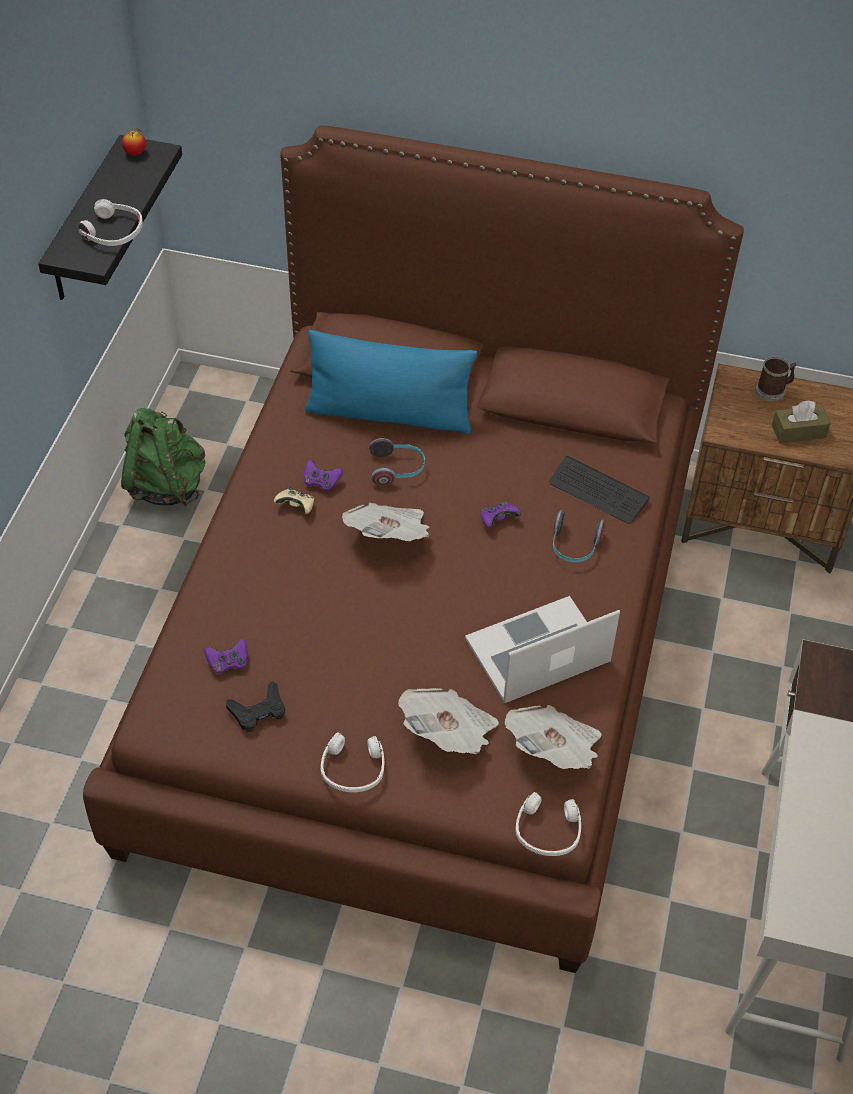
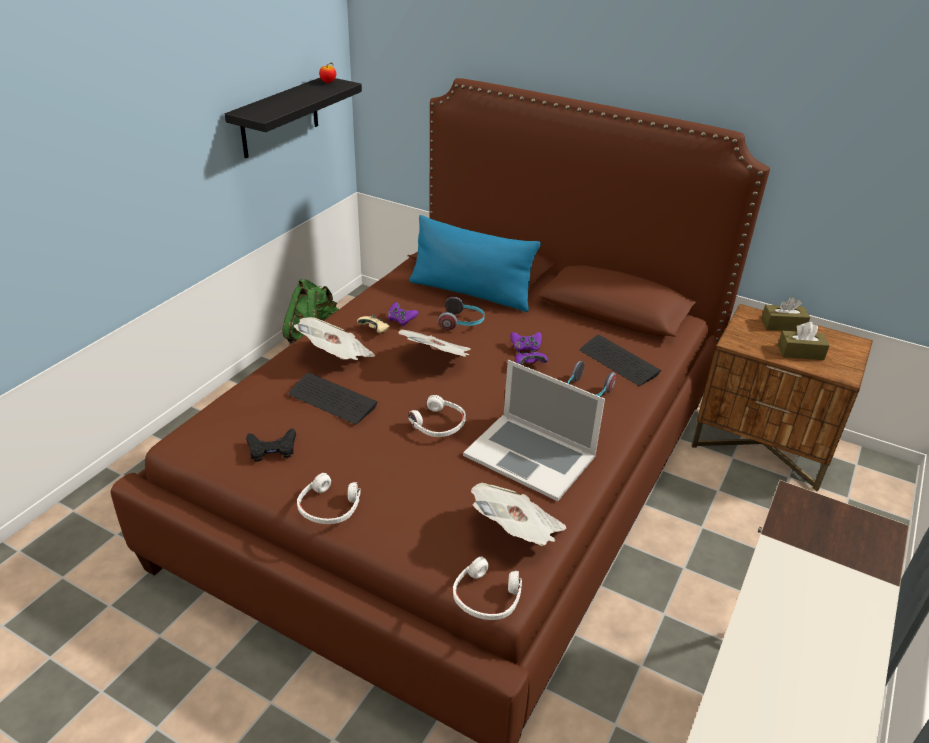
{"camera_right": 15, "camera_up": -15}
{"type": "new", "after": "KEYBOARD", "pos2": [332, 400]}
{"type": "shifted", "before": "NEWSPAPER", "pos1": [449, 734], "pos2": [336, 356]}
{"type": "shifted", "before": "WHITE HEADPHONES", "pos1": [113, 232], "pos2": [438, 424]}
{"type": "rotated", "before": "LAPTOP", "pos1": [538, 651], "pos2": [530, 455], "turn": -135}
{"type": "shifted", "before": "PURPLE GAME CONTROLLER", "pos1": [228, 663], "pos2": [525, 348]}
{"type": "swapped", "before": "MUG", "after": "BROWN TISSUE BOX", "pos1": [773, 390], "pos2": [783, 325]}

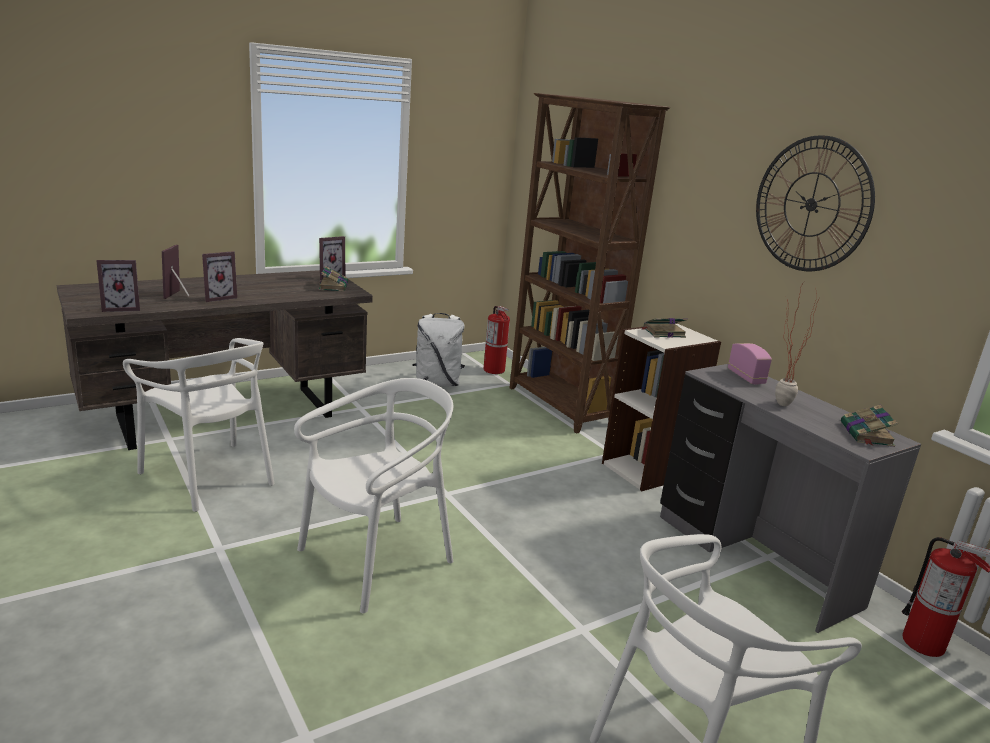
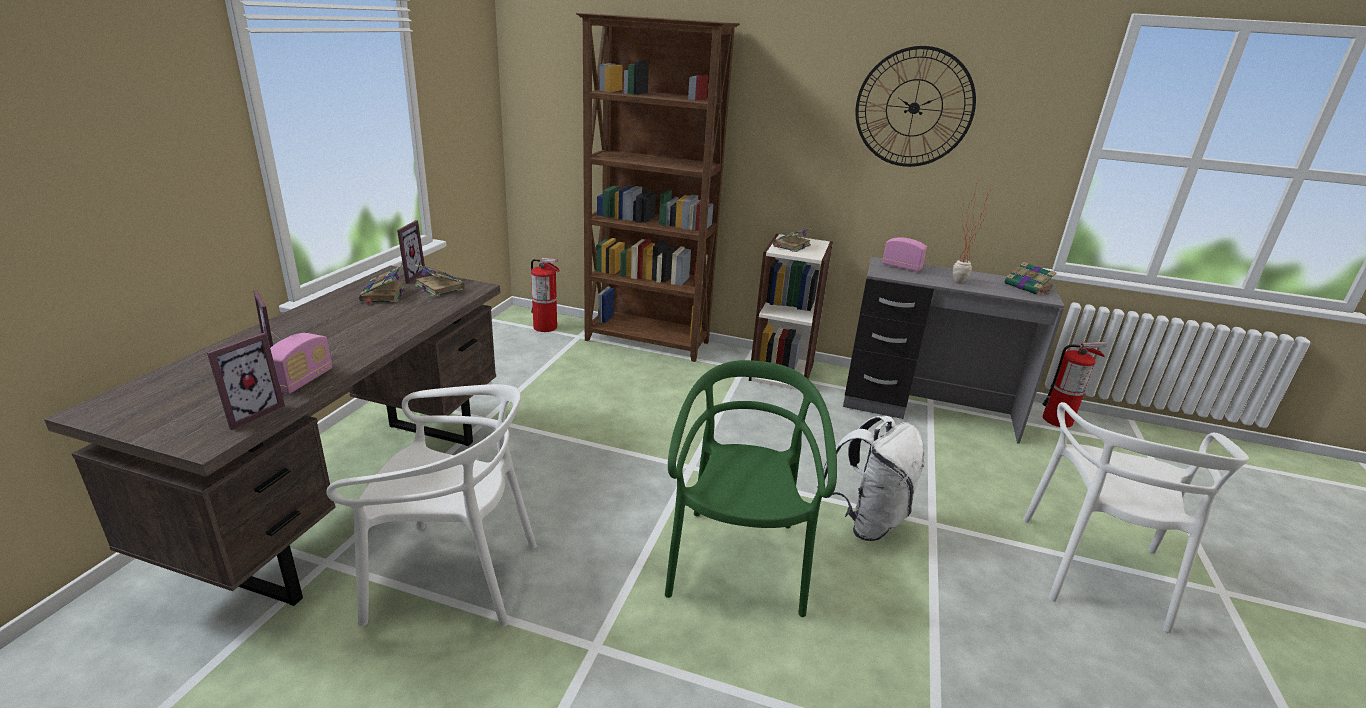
{"camera_right": -40, "camera_up": 5}
{"type": "new", "after": "RADIO", "pos2": [302, 381]}
{"type": "new", "after": "BOOK", "pos2": [383, 295]}
{"type": "repainted", "before": "WHITE CHAIR", "after": "GREEN CHAIR", "pos1": [376, 560], "pos2": [738, 562]}
{"type": "shifted", "before": "WHITE BACKPACK", "pos1": [437, 383], "pos2": [866, 521]}
{"type": "gone", "before": "PICTURE FRAME", "pos1": [218, 297]}

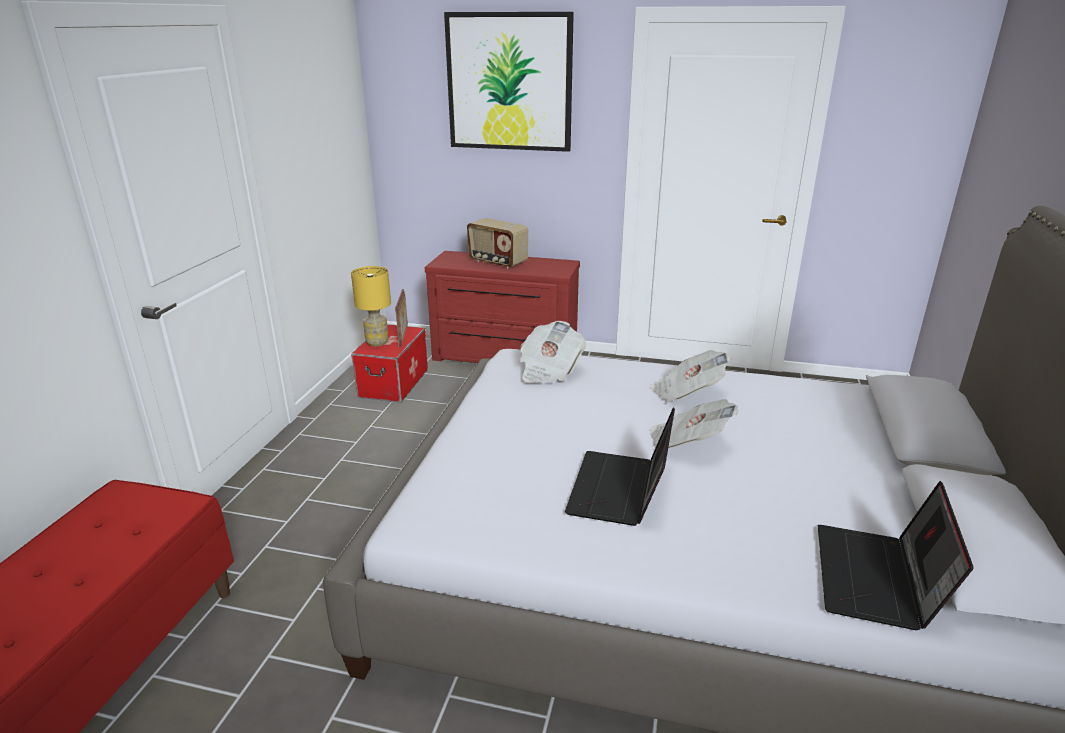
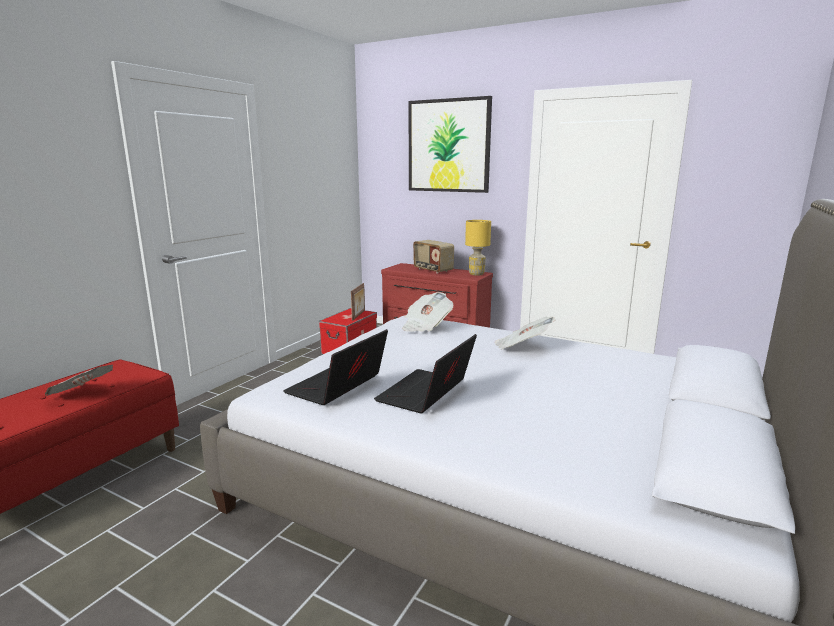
{"camera_right": 15, "camera_up": -10}
{"type": "shifted", "before": "NEWSPAPER", "pos1": [688, 443], "pos2": [82, 396]}
{"type": "shifted", "before": "LAPTOP", "pos1": [878, 580], "pos2": [337, 387]}
{"type": "shifted", "before": "YELLOW TABLE LAMP", "pos1": [377, 343], "pos2": [476, 274]}

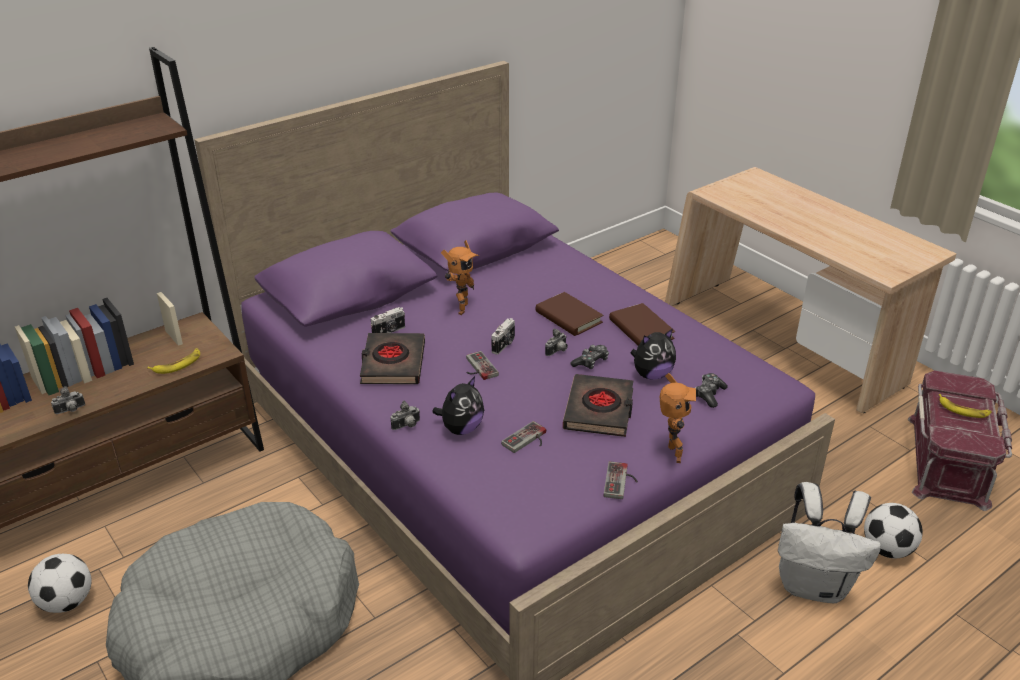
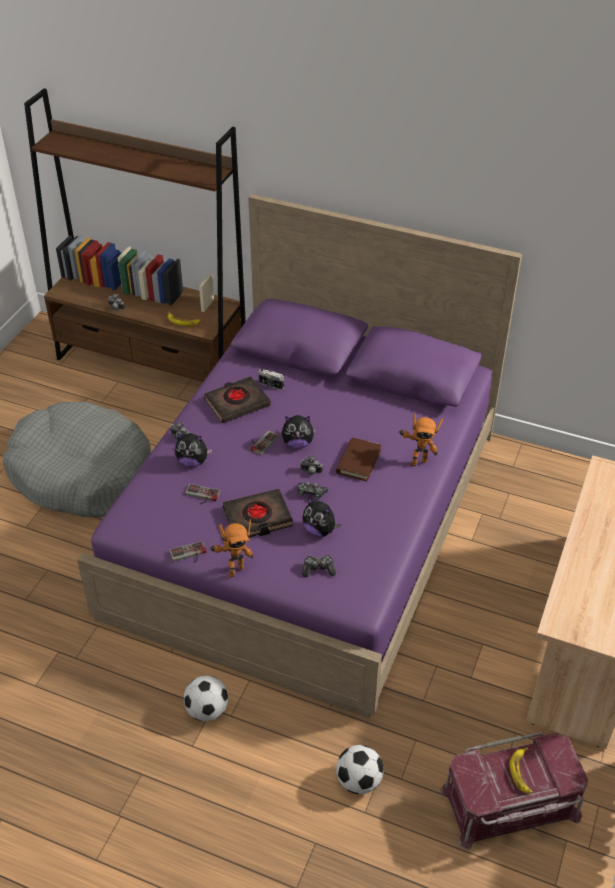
{"camera_right": 60, "camera_up": 10}
{"type": "shifted", "before": "FOOTBALL", "pos1": [67, 602], "pos2": [207, 710]}
{"type": "swapped", "before": "PHOTO CAMERA", "after": "PLUSH TOY", "pos1": [504, 345], "pos2": [297, 443]}
{"type": "shifted", "before": "TOY ROBOT", "pos1": [459, 309], "pos2": [417, 461]}
{"type": "gone", "before": "BROWN BOOK", "pos1": [641, 329]}
{"type": "gone", "before": "WHITE BACKPACK", "pos1": [814, 585]}

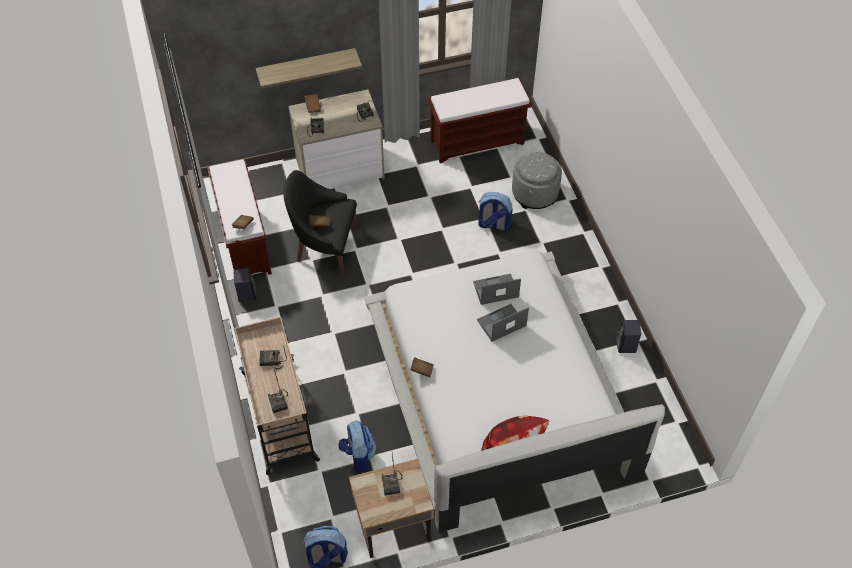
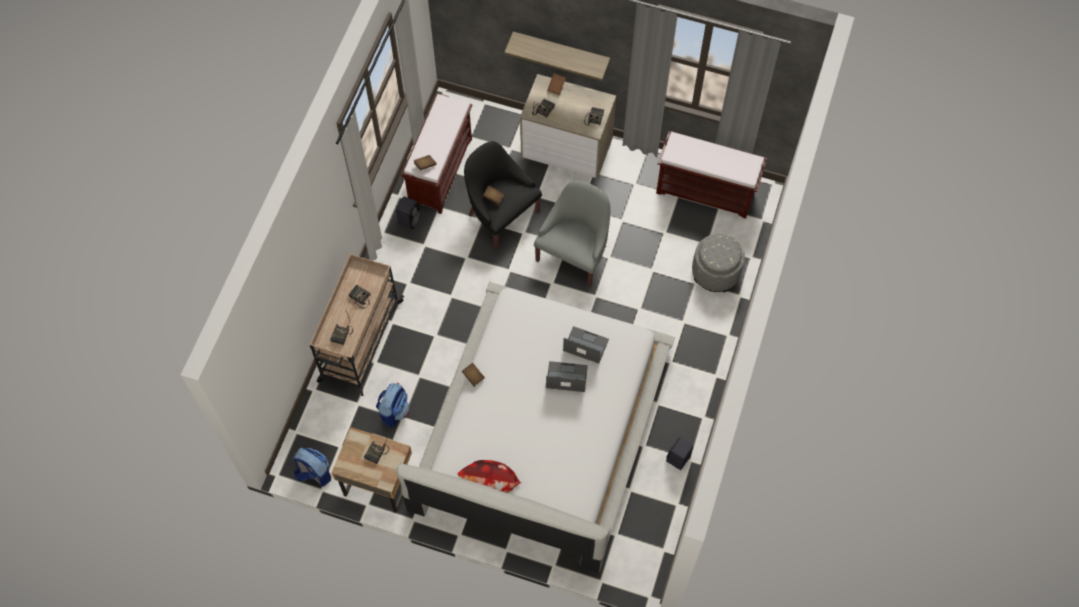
{"camera_right": 35, "camera_up": 10}
{"type": "new", "after": "GREY ARMCHAIR", "pos2": [575, 254]}
{"type": "gone", "before": "BACKPACK", "pos1": [493, 225]}

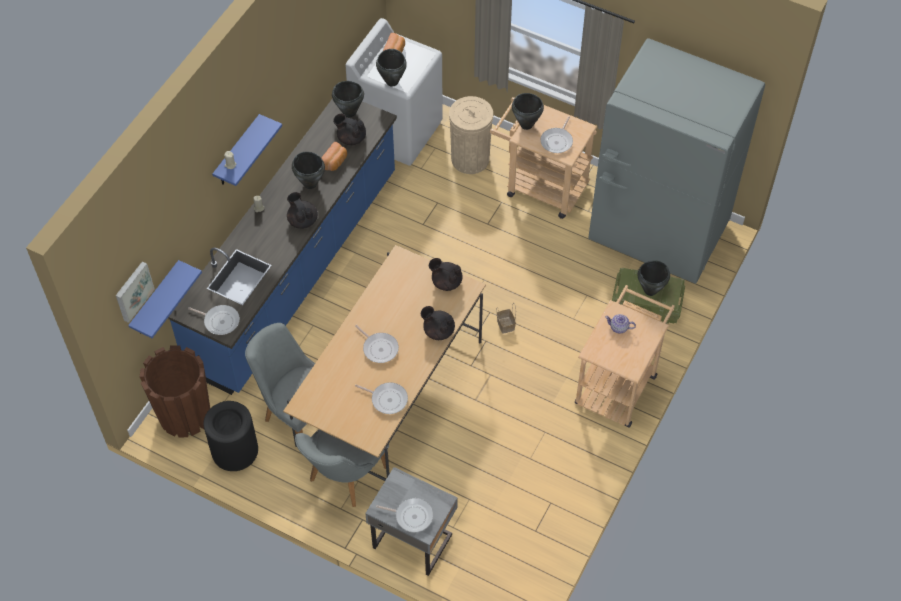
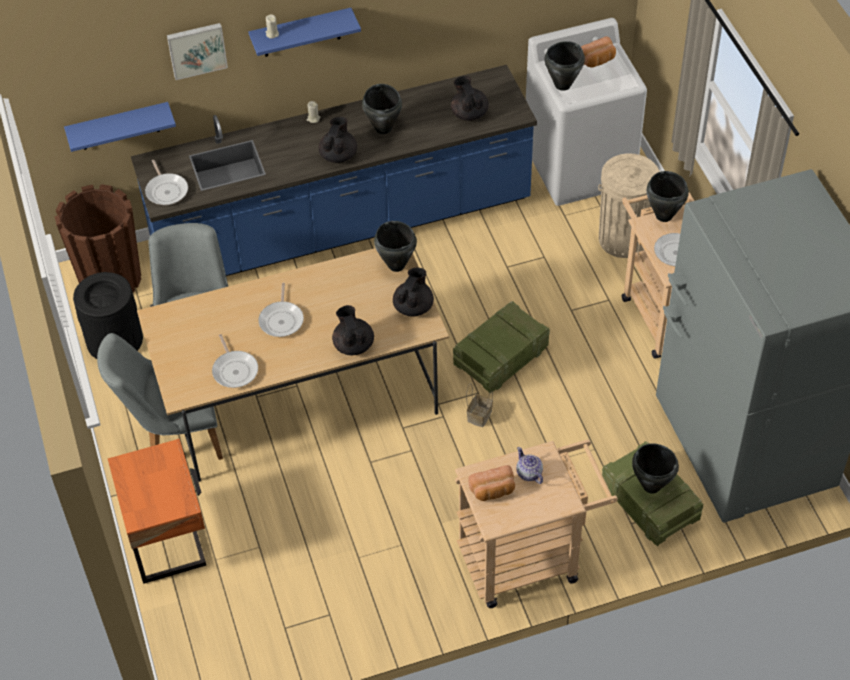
{"camera_right": 45, "camera_up": -5}
{"type": "repainted", "before": "GREY NIGHTSTAND", "after": "ORANGE NIGHTSTAND", "pos1": [413, 539], "pos2": [169, 540]}
{"type": "shifted", "before": "PICTURE", "pos1": [133, 291], "pos2": [196, 49]}
{"type": "shifted", "before": "BLACK COOKING POT", "pos1": [349, 113], "pos2": [396, 265]}
{"type": "rotated", "before": "BLACK TEAPOT", "pos1": [446, 282], "pos2": [413, 306], "turn": 45}
{"type": "new", "after": "CRATE", "pos2": [501, 357]}
{"type": "shifted", "before": "BREAD", "pos1": [335, 162], "pos2": [493, 491]}
{"type": "gone", "before": "FRYING PAN", "pos1": [411, 516]}

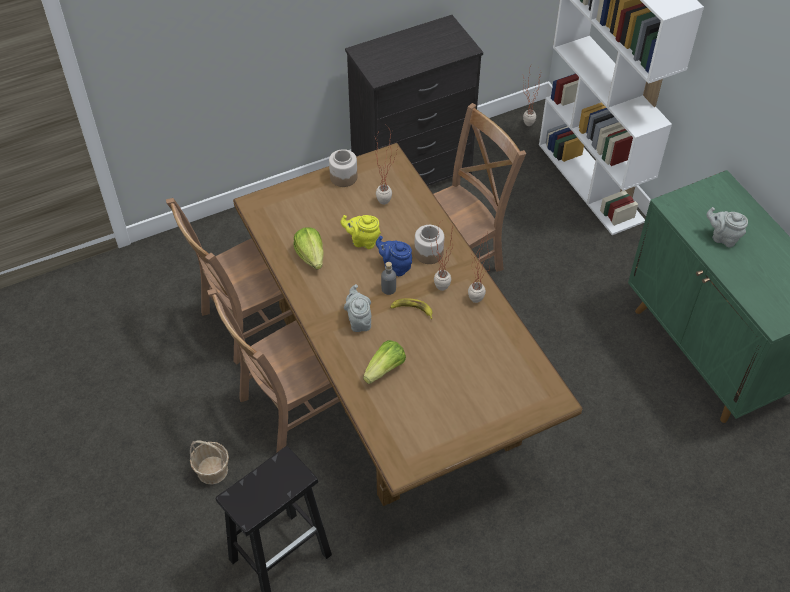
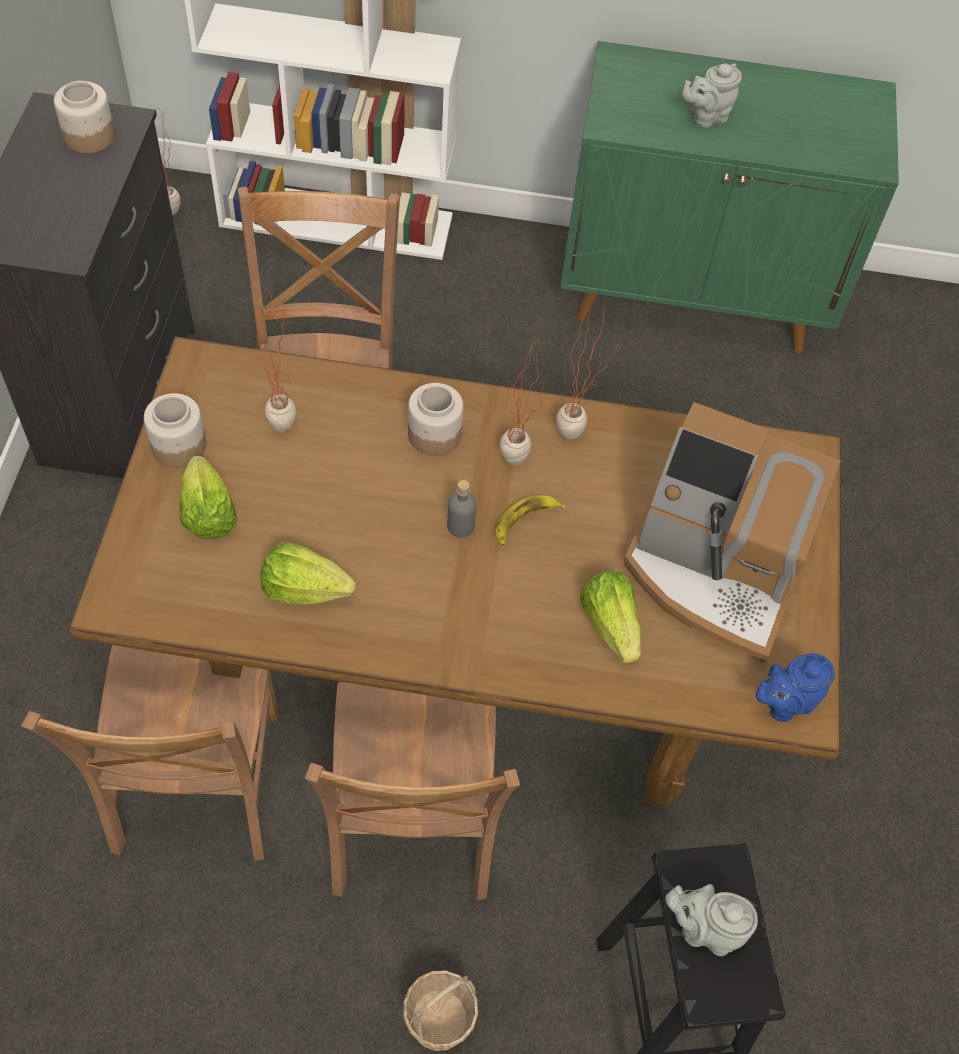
{"camera_right": -60, "camera_up": 5}
{"type": "new", "after": "JAR", "pos2": [88, 136]}
{"type": "new", "after": "LETTUCE", "pos2": [208, 514]}
{"type": "new", "after": "COFFEE MACHINE", "pos2": [713, 570]}
{"type": "shifted", "before": "GREY TEAPOT", "pos1": [359, 321], "pos2": [705, 930]}
{"type": "shifted", "before": "BLUE TEAPOT", "pos1": [395, 266], "pos2": [784, 703]}
{"type": "gone", "before": "YELLOW TEAPOT", "pos1": [363, 241]}

